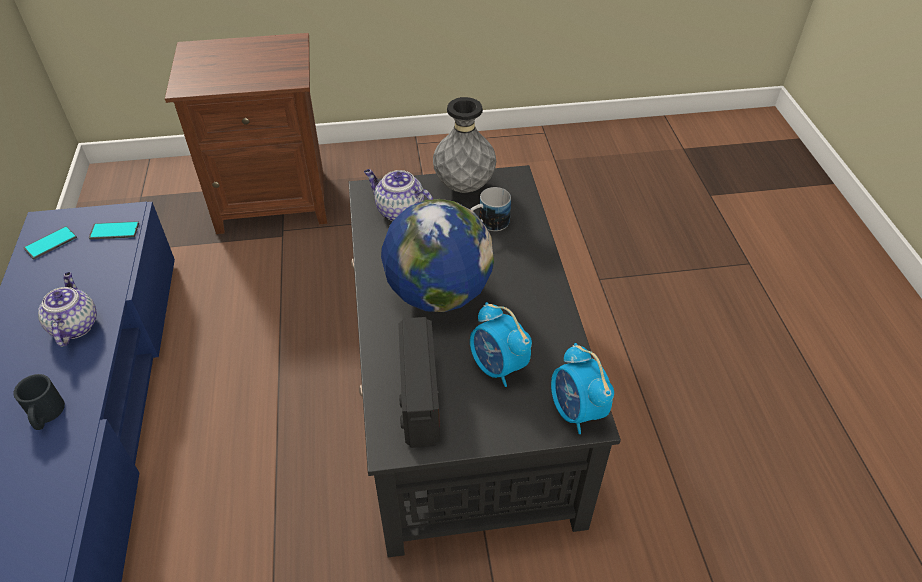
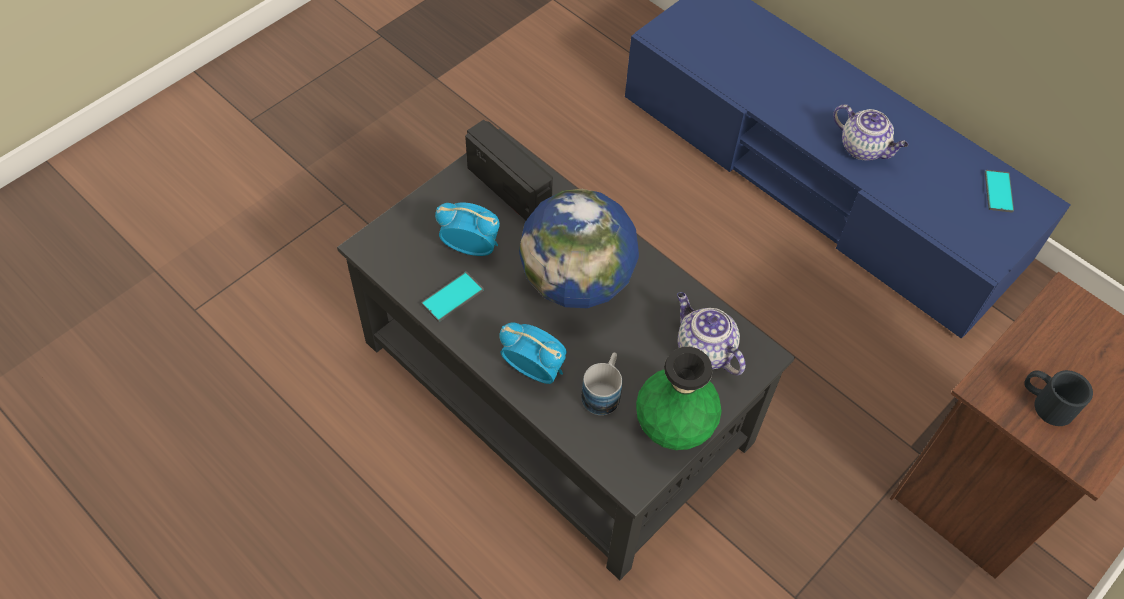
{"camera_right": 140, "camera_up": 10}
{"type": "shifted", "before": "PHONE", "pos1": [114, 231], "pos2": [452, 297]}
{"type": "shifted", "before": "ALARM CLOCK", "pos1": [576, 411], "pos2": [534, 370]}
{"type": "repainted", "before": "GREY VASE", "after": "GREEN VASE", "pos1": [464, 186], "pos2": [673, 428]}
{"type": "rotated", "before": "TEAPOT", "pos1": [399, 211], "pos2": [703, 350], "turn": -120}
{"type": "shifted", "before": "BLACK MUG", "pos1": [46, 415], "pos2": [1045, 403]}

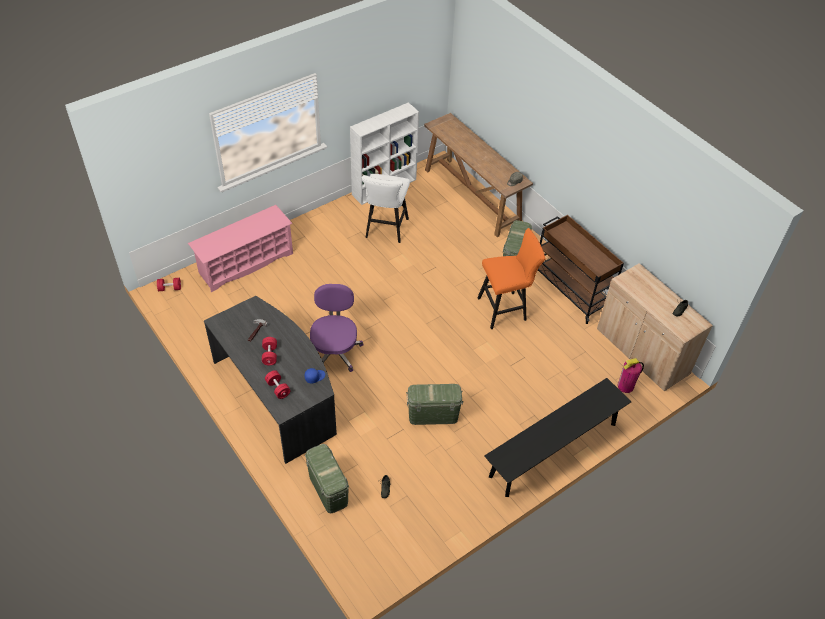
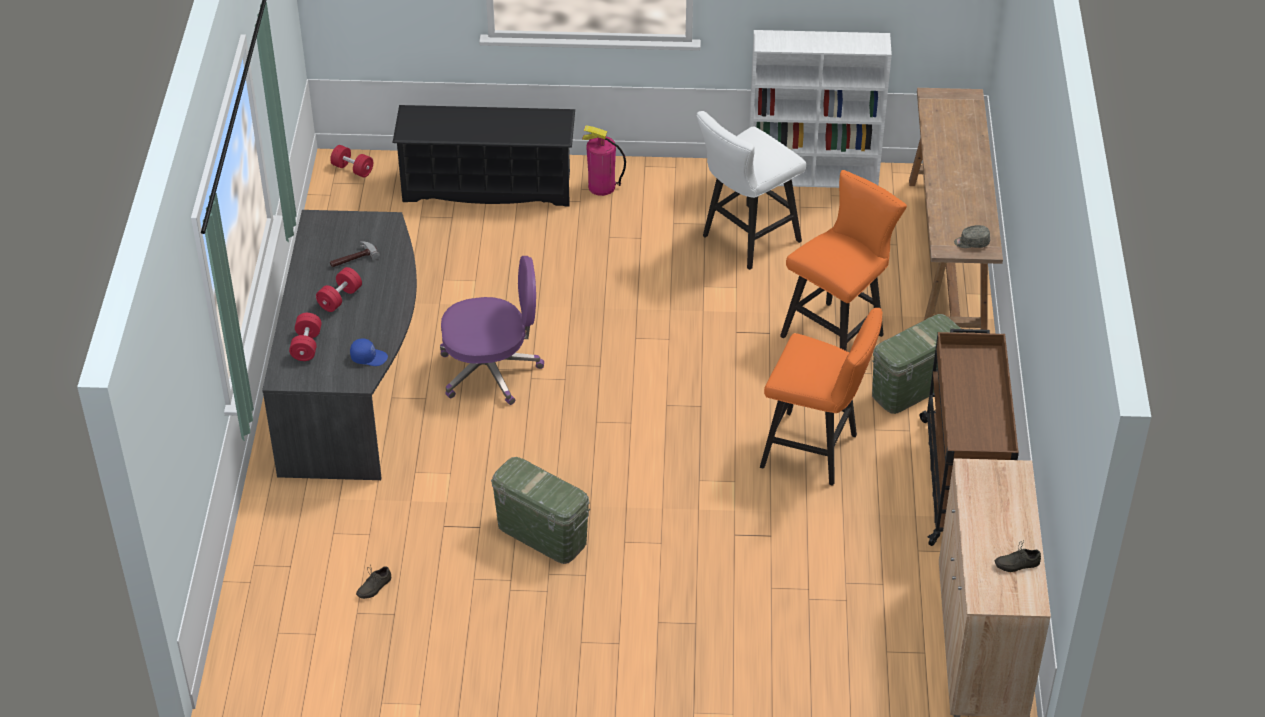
{"camera_right": 40, "camera_up": -5}
{"type": "repainted", "before": "PINK SHOE RACK", "after": "BLACK SHOE RACK", "pos1": [245, 263], "pos2": [488, 186]}
{"type": "rotated", "before": "PURPLE OFFICE CHAIR", "pos1": [335, 351], "pos2": [491, 370], "turn": 45}
{"type": "shifted", "before": "FIRE EXTINGUISHER", "pos1": [625, 386], "pos2": [601, 187]}
{"type": "new", "after": "ORANGE STOOL", "pos2": [838, 333]}
{"type": "gone", "before": "GREEN STORAGE BOX", "pos1": [328, 489]}
{"type": "gone", "before": "BLACK BENCH", "pos1": [553, 449]}

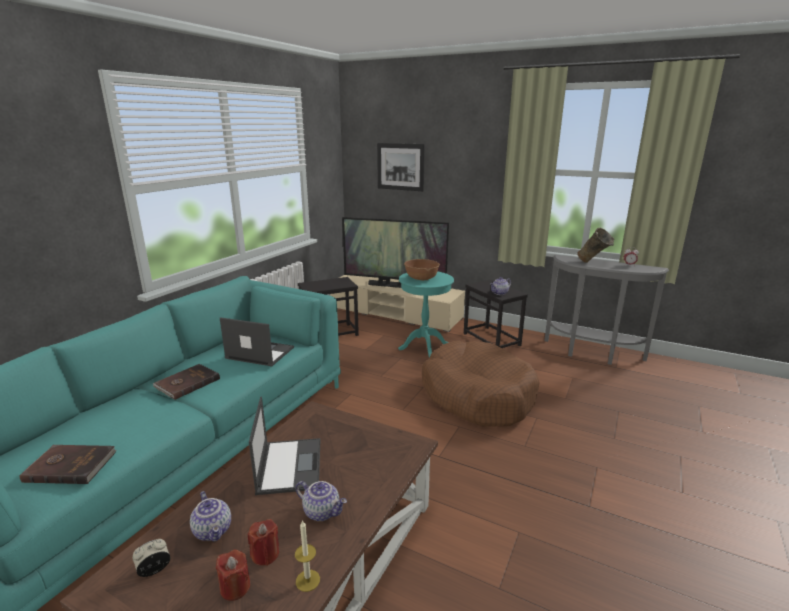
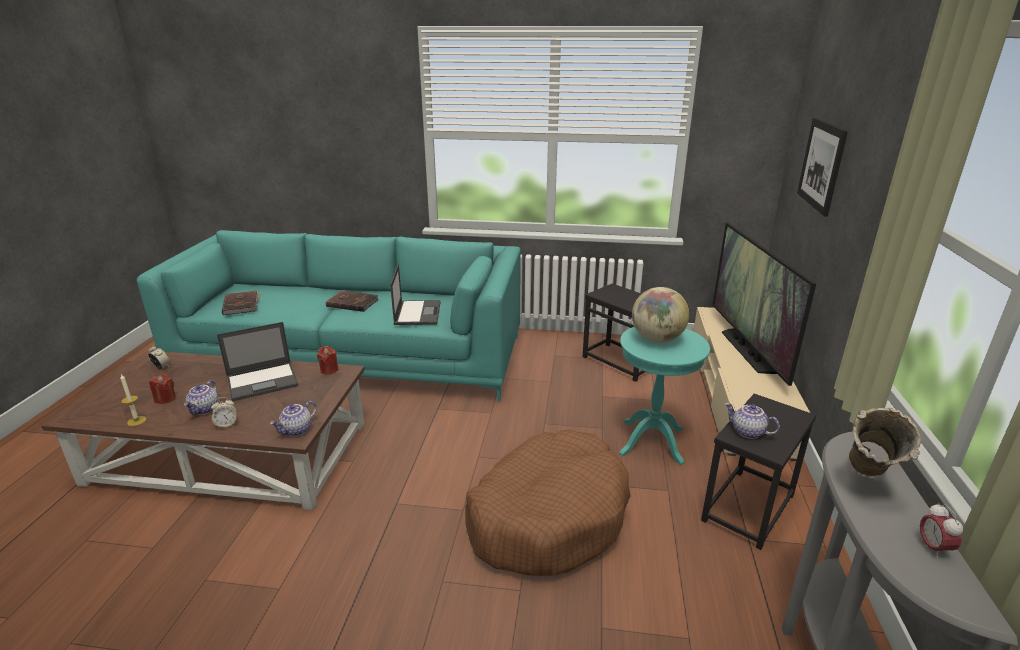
{"camera_right": 70, "camera_up": 5}
{"type": "new", "after": "ALARM CLOCK", "pos2": [226, 424]}
{"type": "shifted", "before": "TEAPOT", "pos1": [214, 530], "pos2": [297, 430]}
{"type": "shifted", "before": "RED CANDLE", "pos1": [235, 587], "pos2": [329, 370]}
{"type": "swapped", "before": "BROWN BOWL", "after": "GLOBE", "pos1": [421, 278], "pos2": [656, 339]}

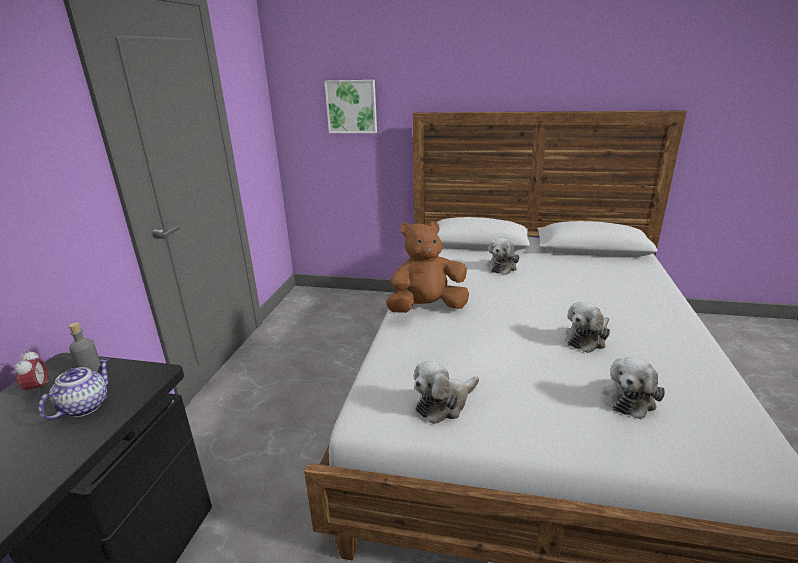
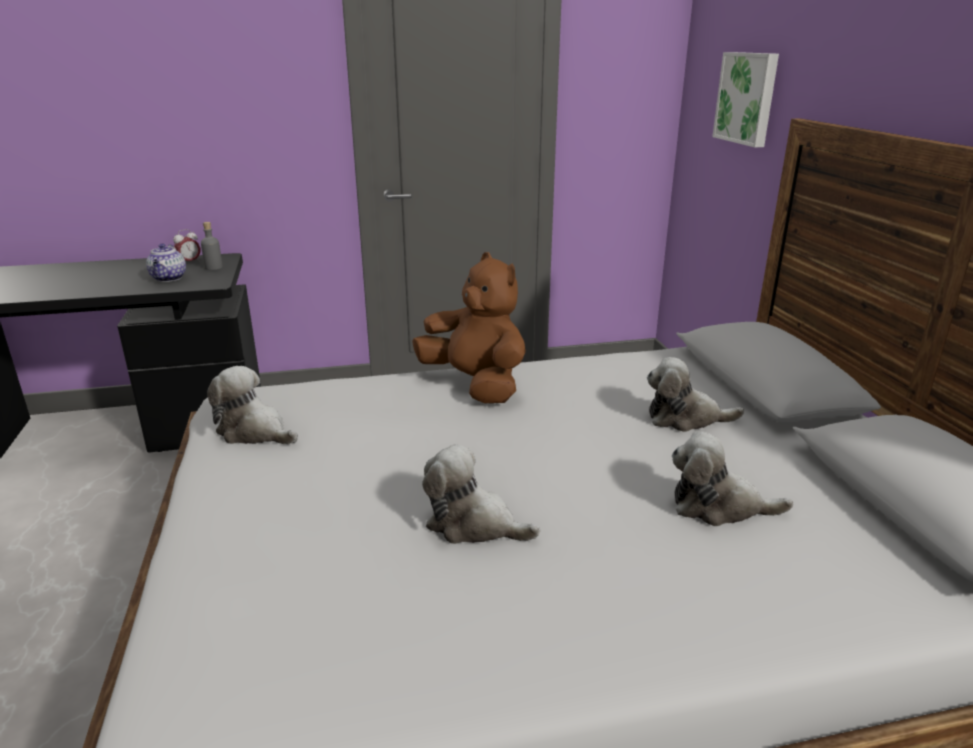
{"camera_right": 65, "camera_up": 0}
{"type": "rotated", "before": "TEAPOT", "pos1": [85, 406], "pos2": [169, 278], "turn": 90}
{"type": "shifted", "before": "PLUSH TOY", "pos1": [630, 397], "pos2": [718, 506]}

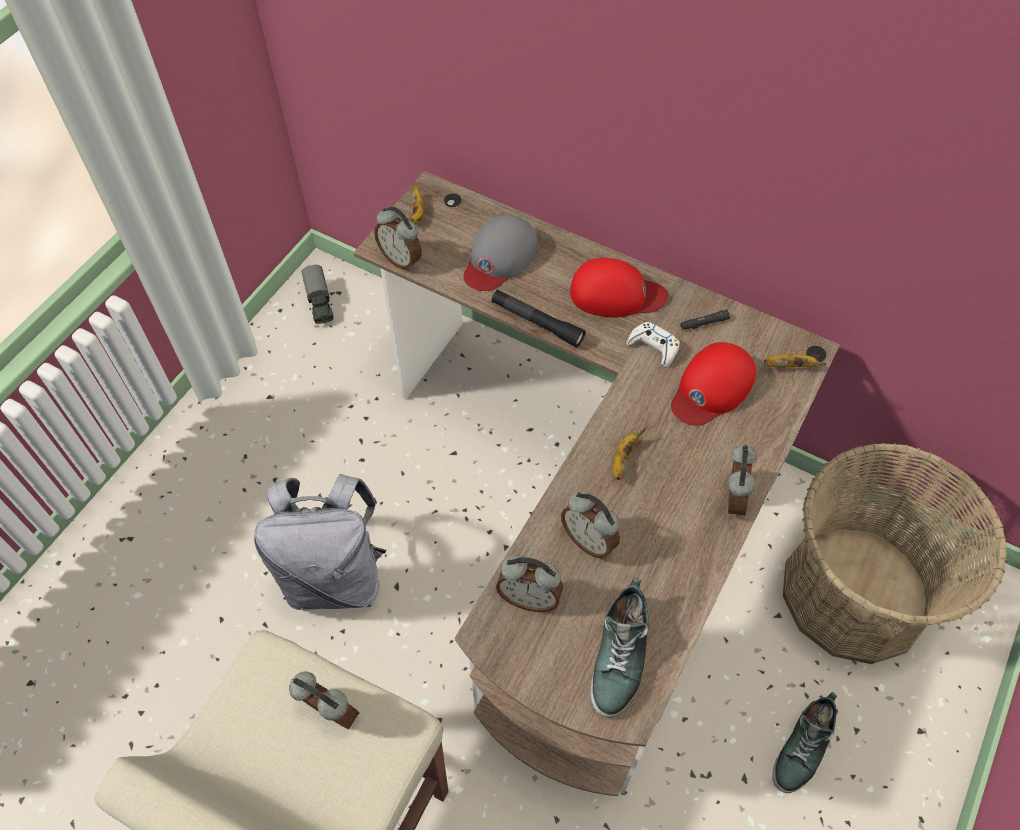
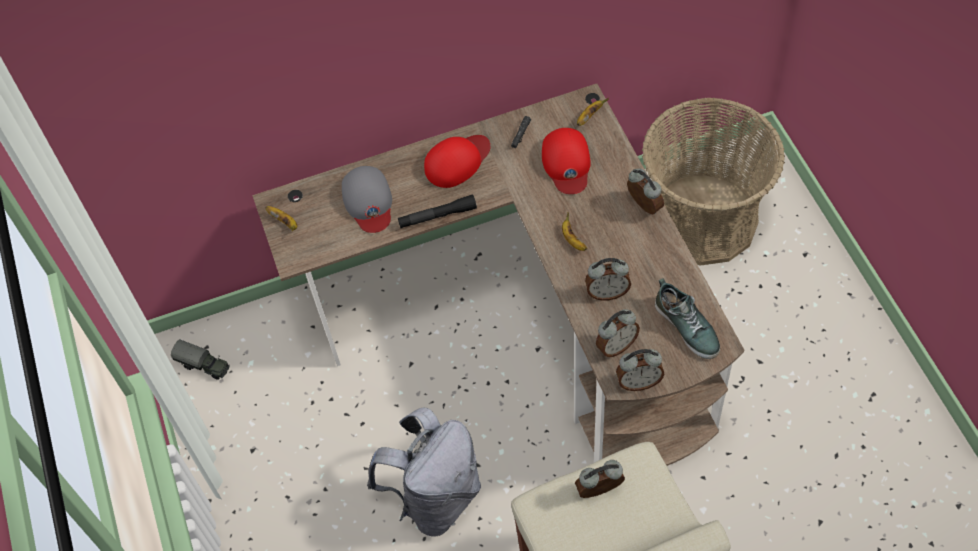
{"camera_right": -45, "camera_up": 0}
{"type": "shifted", "before": "ALARM CLOCK", "pos1": [401, 259], "pos2": [638, 382]}
{"type": "gone", "before": "WHITE GAME CONTROLLER", "pos1": [653, 347]}
{"type": "gone", "before": "SHOE", "pos1": [803, 748]}

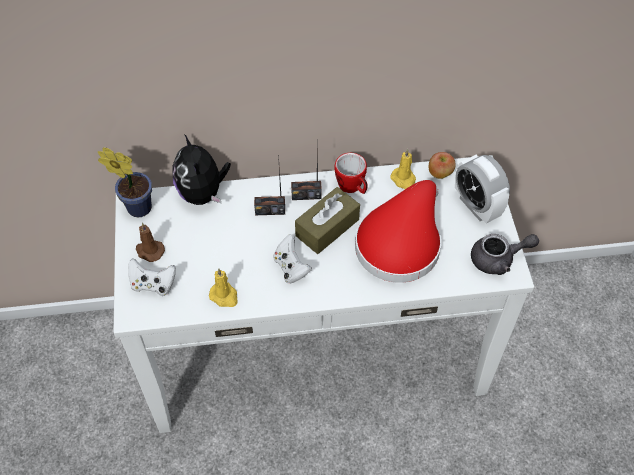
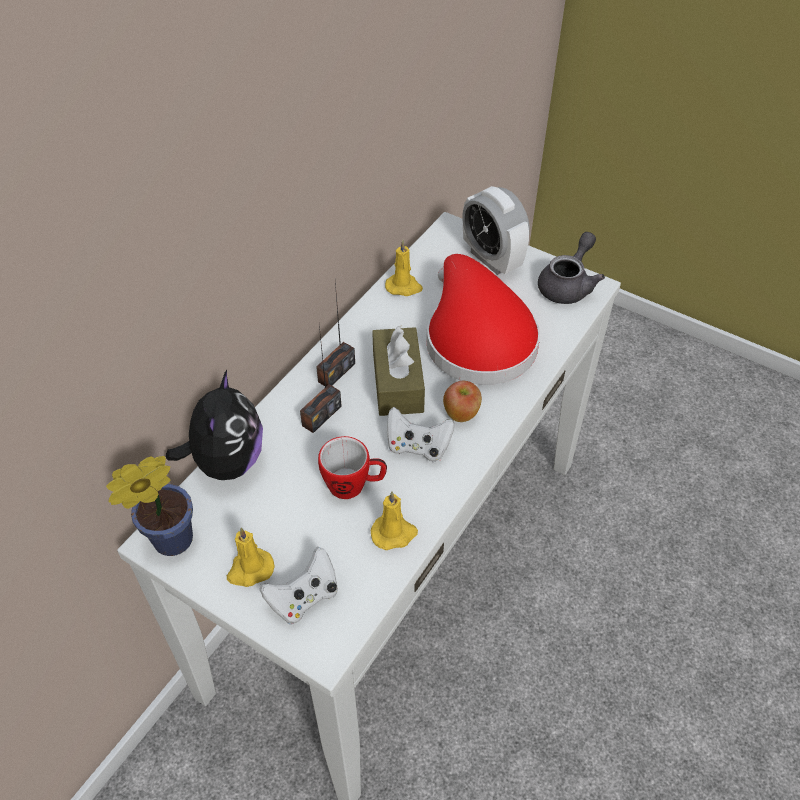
{"camera_right": -50, "camera_up": -5}
{"type": "rotated", "before": "PLUSH TOY", "pos1": [203, 193], "pos2": [227, 461], "turn": -105}
{"type": "repainted", "before": "BROWN CANDLE", "after": "YELLOW CANDLE", "pos1": [149, 251], "pos2": [250, 570]}
{"type": "shifted", "before": "MUG", "pos1": [352, 187], "pos2": [354, 485]}
{"type": "shifted", "before": "APPLE", "pos1": [440, 174], "pos2": [461, 414]}
{"type": "rotated", "before": "ALARM CLOCK", "pos1": [476, 206], "pos2": [491, 259], "turn": 45}

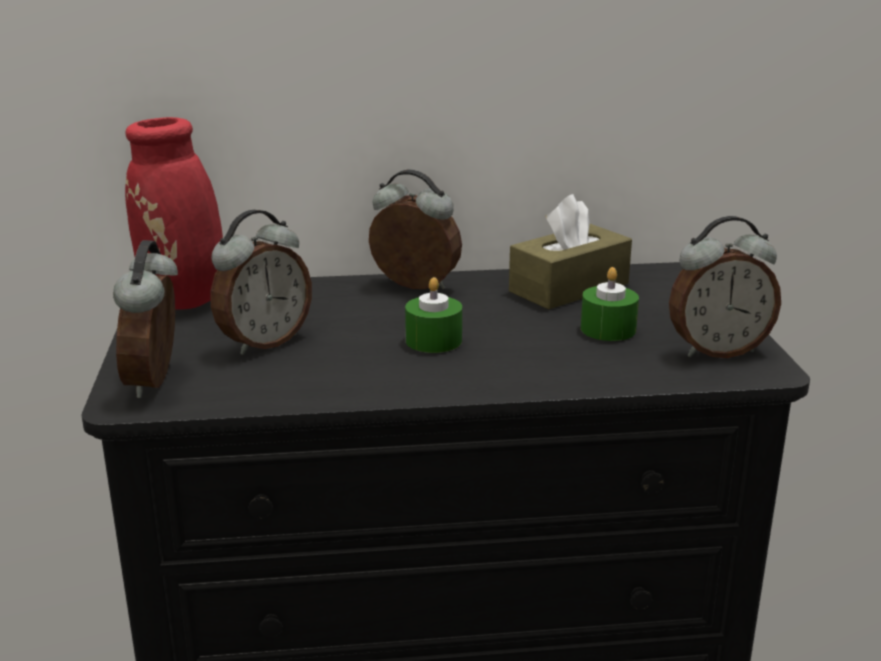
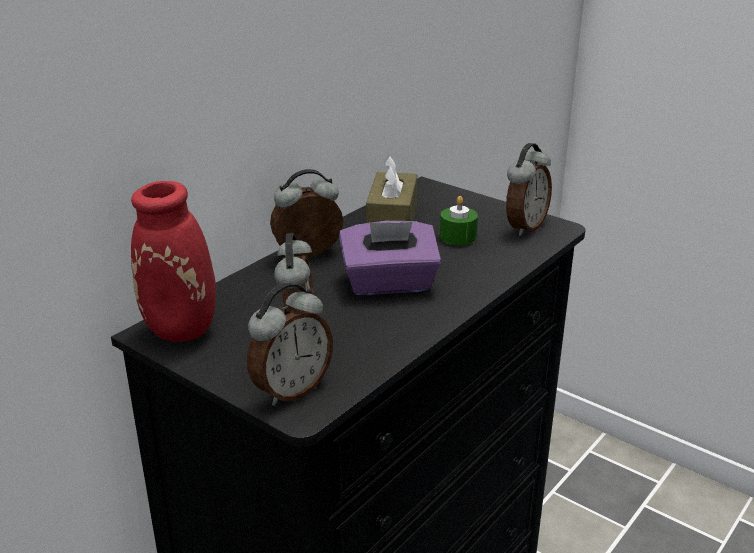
{"camera_right": -45, "camera_up": 5}
{"type": "rotated", "before": "ALARM CLOCK", "pos1": [157, 382], "pos2": [291, 390], "turn": -90}
{"type": "swapped", "before": "GREEN CANDLE", "after": "PURPLE TISSUE BOX", "pos1": [433, 340], "pos2": [389, 284]}

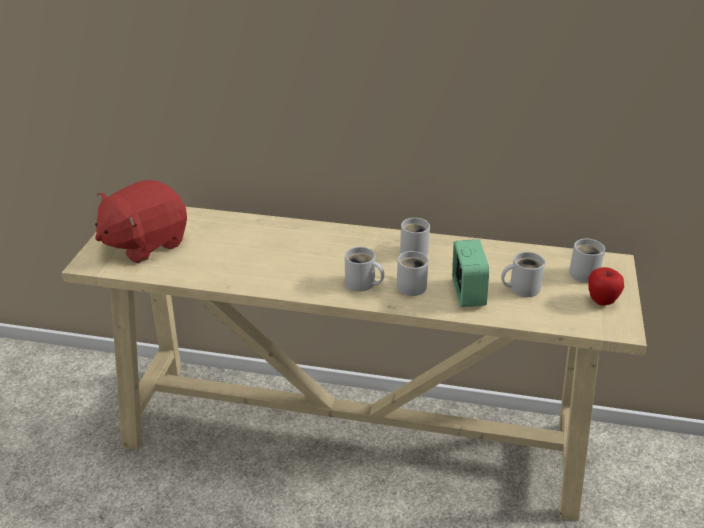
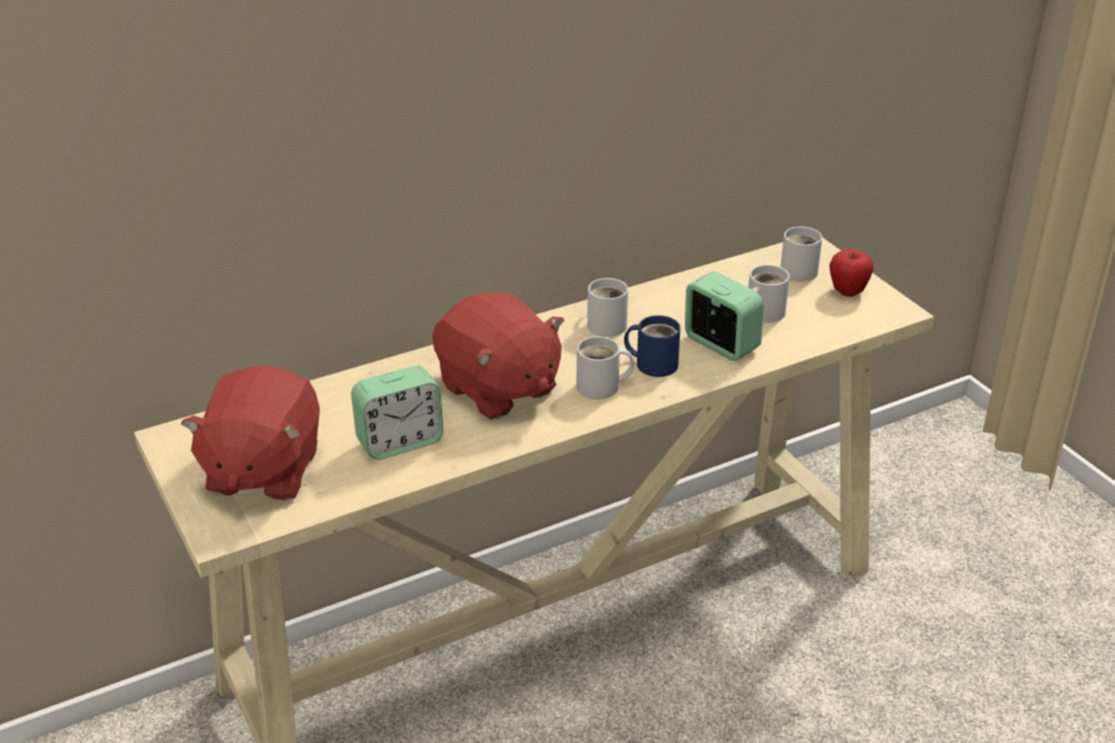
{"camera_right": -40, "camera_up": 0}
{"type": "new", "after": "ALARM CLOCK", "pos2": [399, 442]}
{"type": "new", "after": "RED PLUSH TOY", "pos2": [498, 389]}
{"type": "repainted", "before": "WHITE MUG", "after": "BLUE MUG", "pos1": [410, 285], "pos2": [653, 363]}

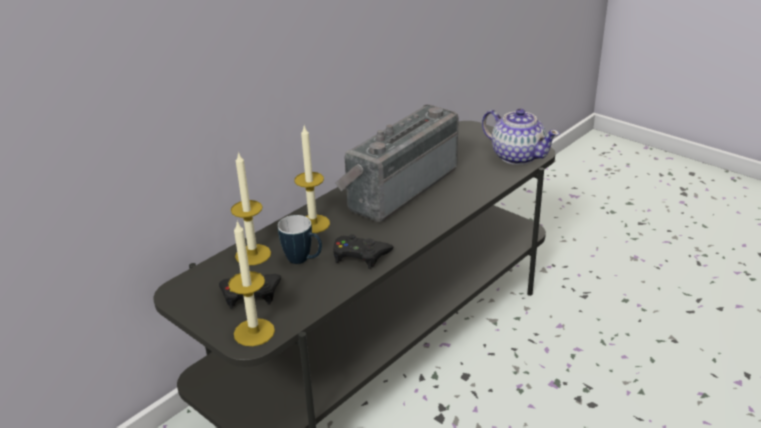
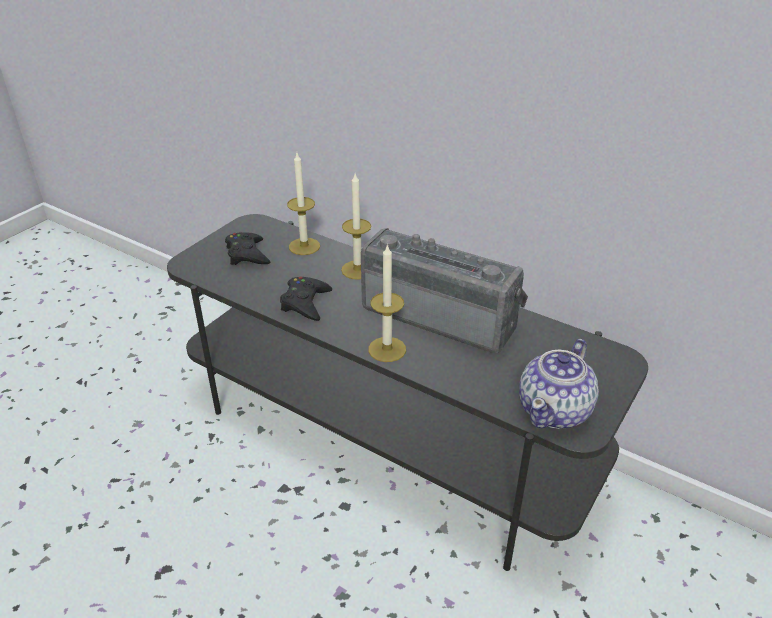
{"camera_right": 80, "camera_up": 5}
{"type": "shifted", "before": "CANDLE", "pos1": [254, 332], "pos2": [387, 349]}
{"type": "gone", "before": "MUG", "pos1": [303, 260]}

